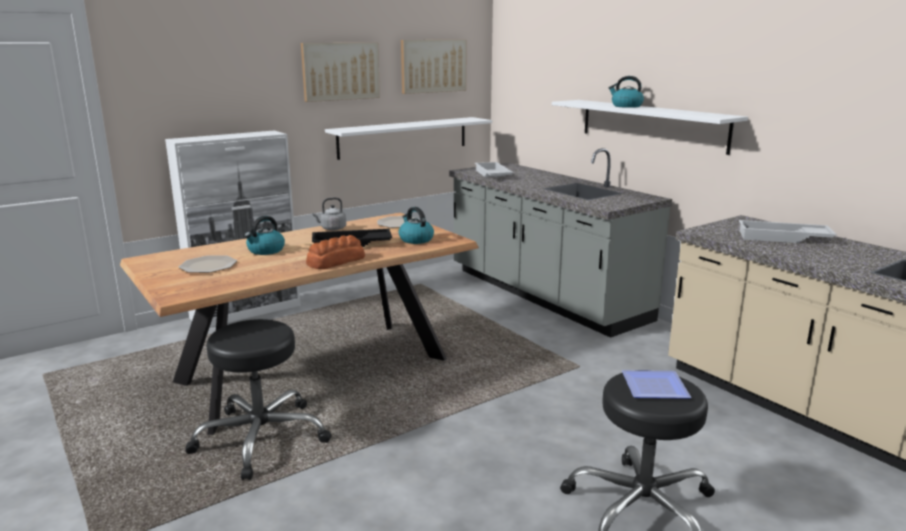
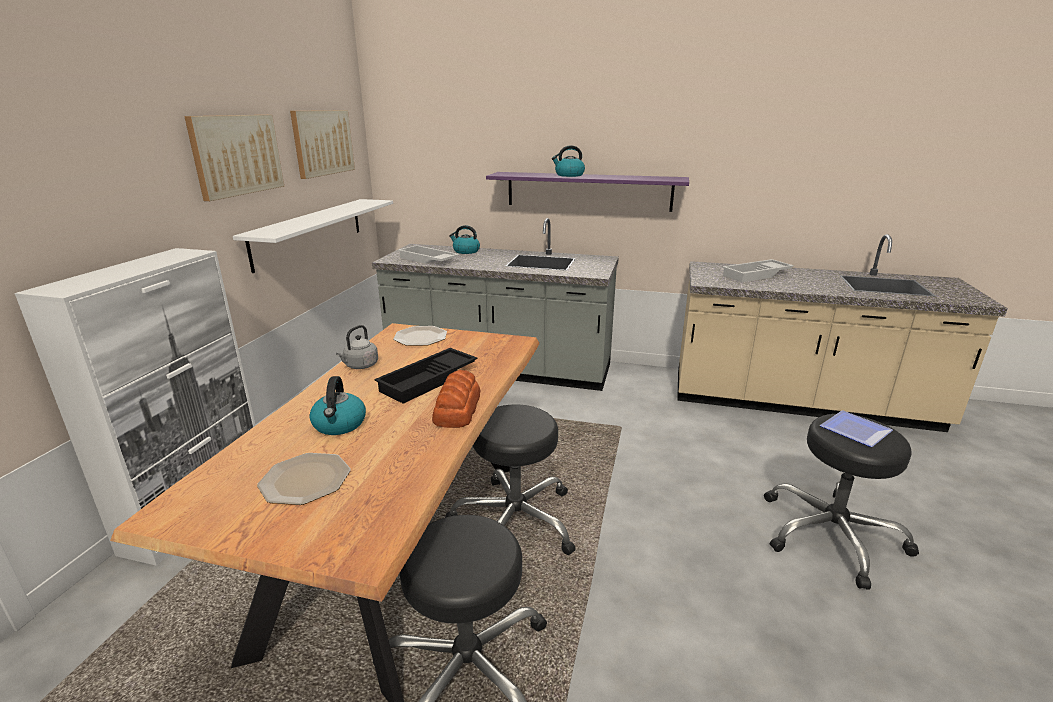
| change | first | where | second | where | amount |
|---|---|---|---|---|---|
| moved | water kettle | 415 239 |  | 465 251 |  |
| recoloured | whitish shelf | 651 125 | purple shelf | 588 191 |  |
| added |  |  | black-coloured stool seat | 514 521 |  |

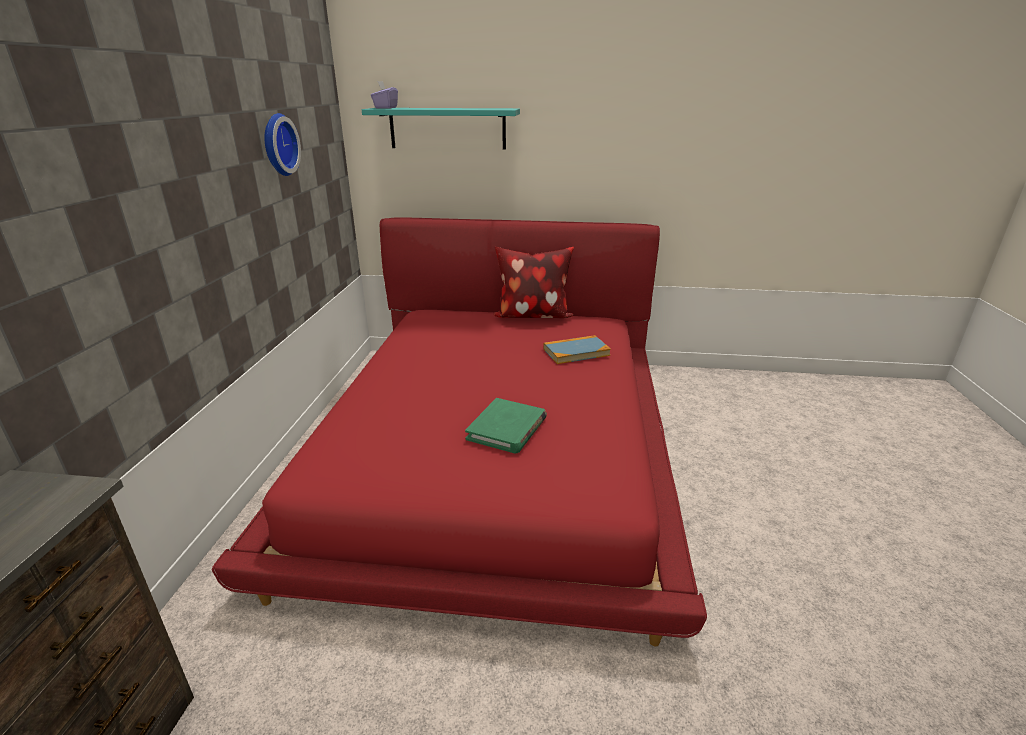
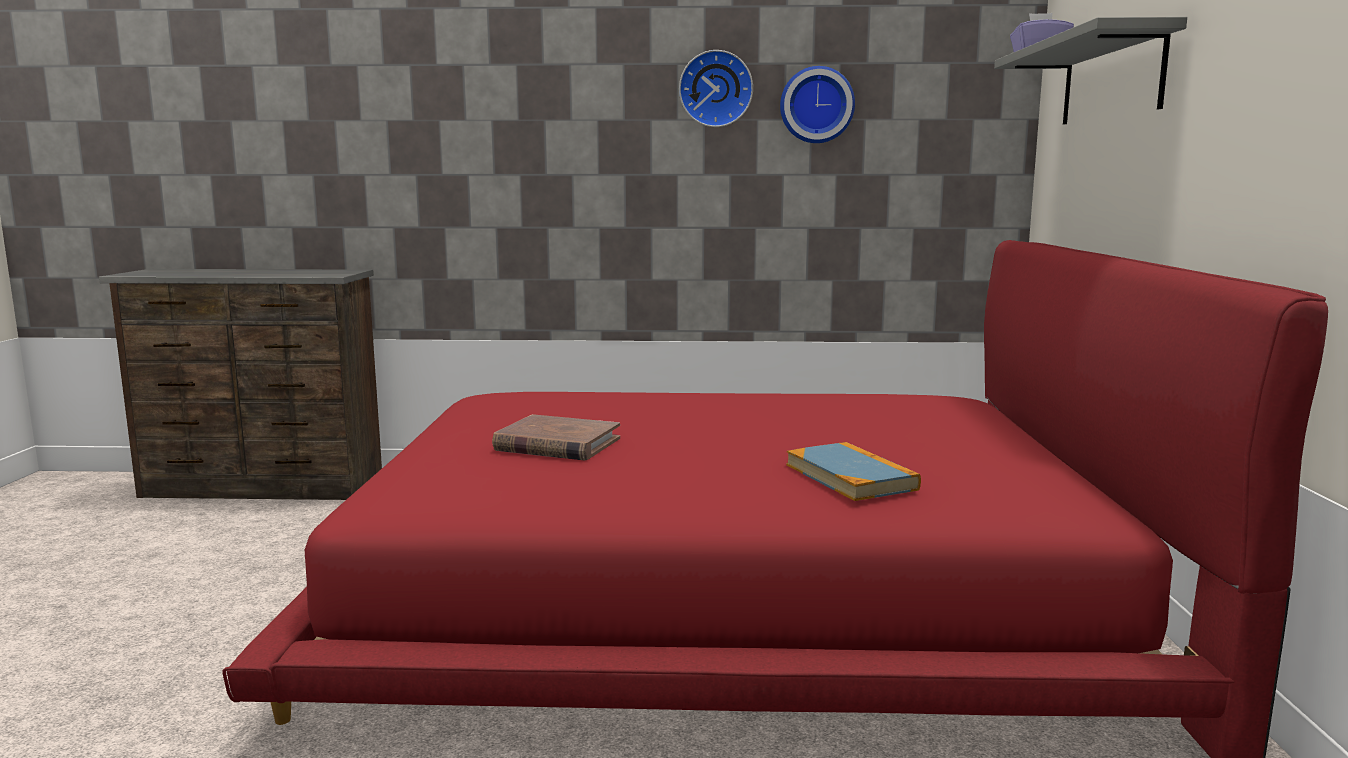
| change | first | where | second | where | amount |
|---|---|---|---|---|---|
| recoloured | turquoise-coloured shelf | 447 128 | gray shelf | 1111 79 |  |
| recoloured | green-coloured volume | 507 429 | brownish volume | 557 444 |  |
| removed | cushion | 532 316 |  |  |  |
| added |  |  | wall clock | 715 89 |  |

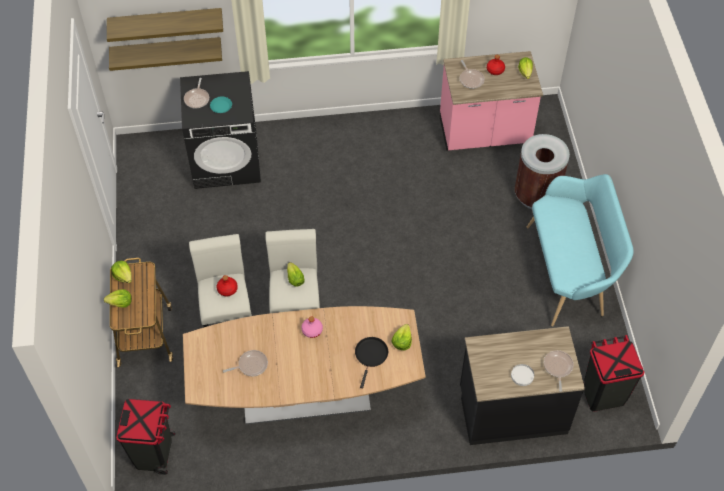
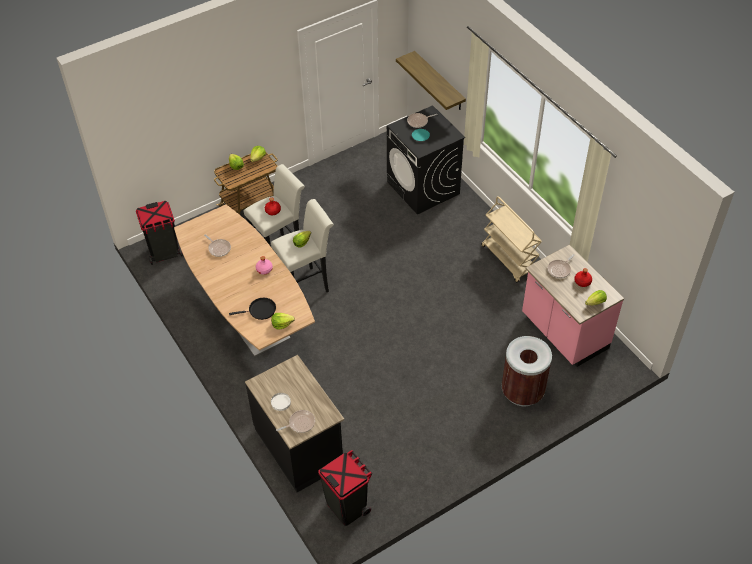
| change | first | where | second | where | amount |
|---|---|---|---|---|---|
| removed | shelf | 166 21 |  |  |  |
| removed | turquoise-coloured indoor bench | 570 272 |  |  |  |
| added |  |  | sand-coloured trolley | 509 259 |  |

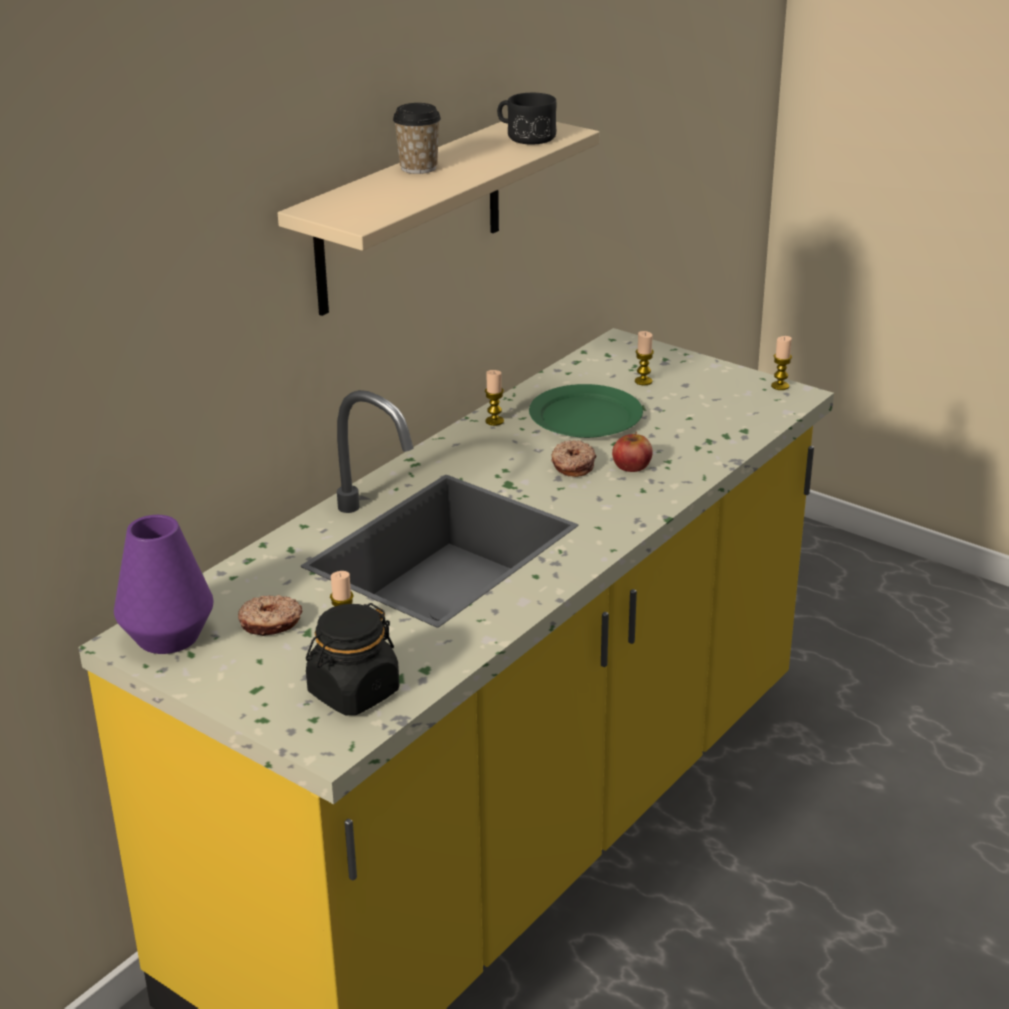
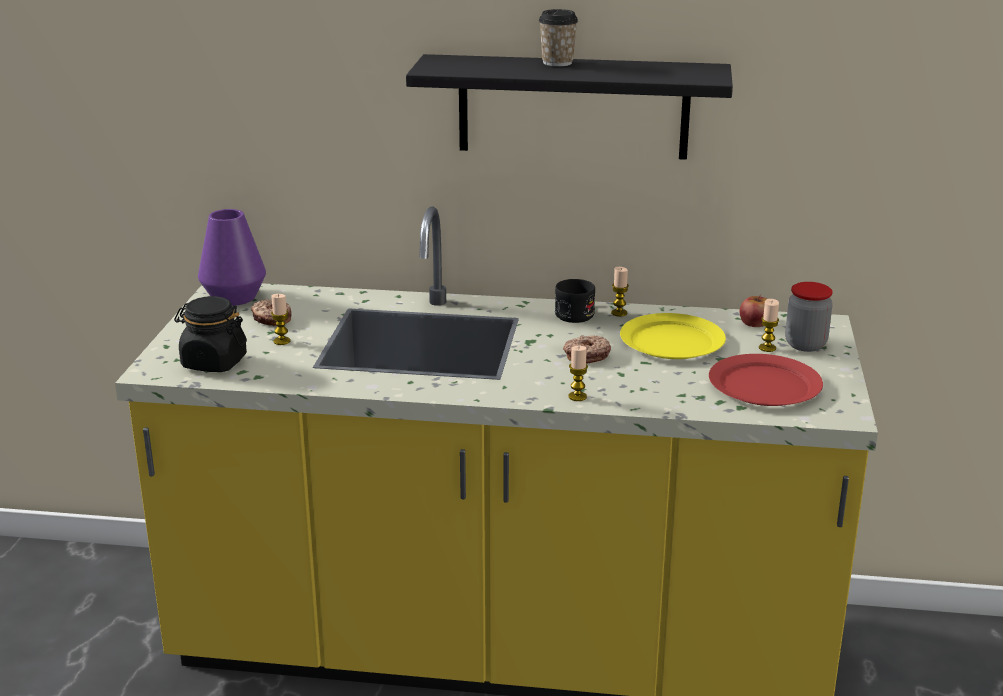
| change | first | where | second | where | amount |
|---|---|---|---|---|---|
| recoloured | sand-coloured shelf | 410 215 | black-coloured shelf | 573 107 |  |
| moved | black-coloured tea mug | 524 136 |  | 575 312 |  |
| recoloured | green-coloured plate | 586 417 | yellowish plate | 672 342 |  |
| moved | whole apple | 631 465 |  | 755 322 |  |
| moved | candle | 780 386 |  | 577 397 |  |
| added |  |  | red-coloured plate | 763 385 |  |
| added |  |  | preserve jar | 805 345 |  |

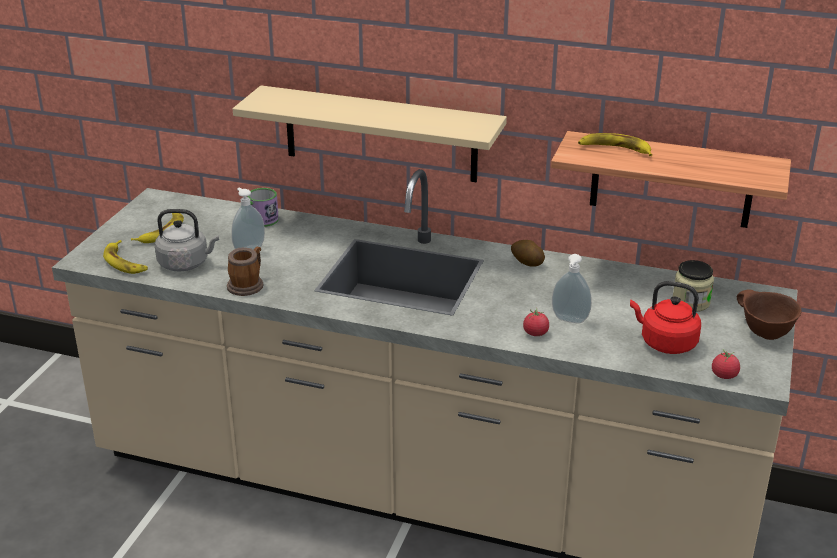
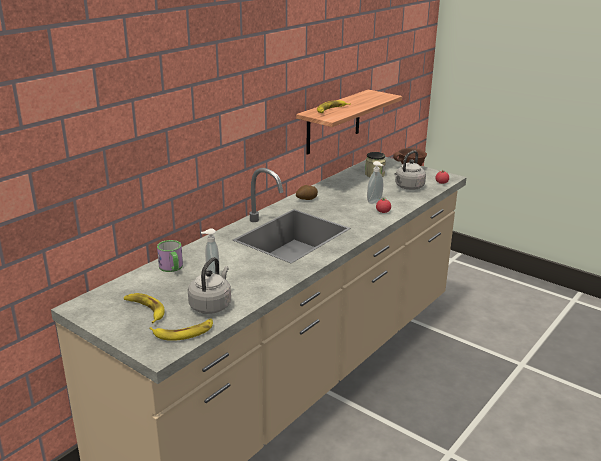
| change | first | where | second | where | amount |
|---|---|---|---|---|---|
| removed | tea mug | 248 284 |  |  |  |
| removed | sand-coloured shelf | 380 134 |  |  |  |
| recoloured | red-coloured water kettle | 665 343 | gray water kettle | 408 187 |  |

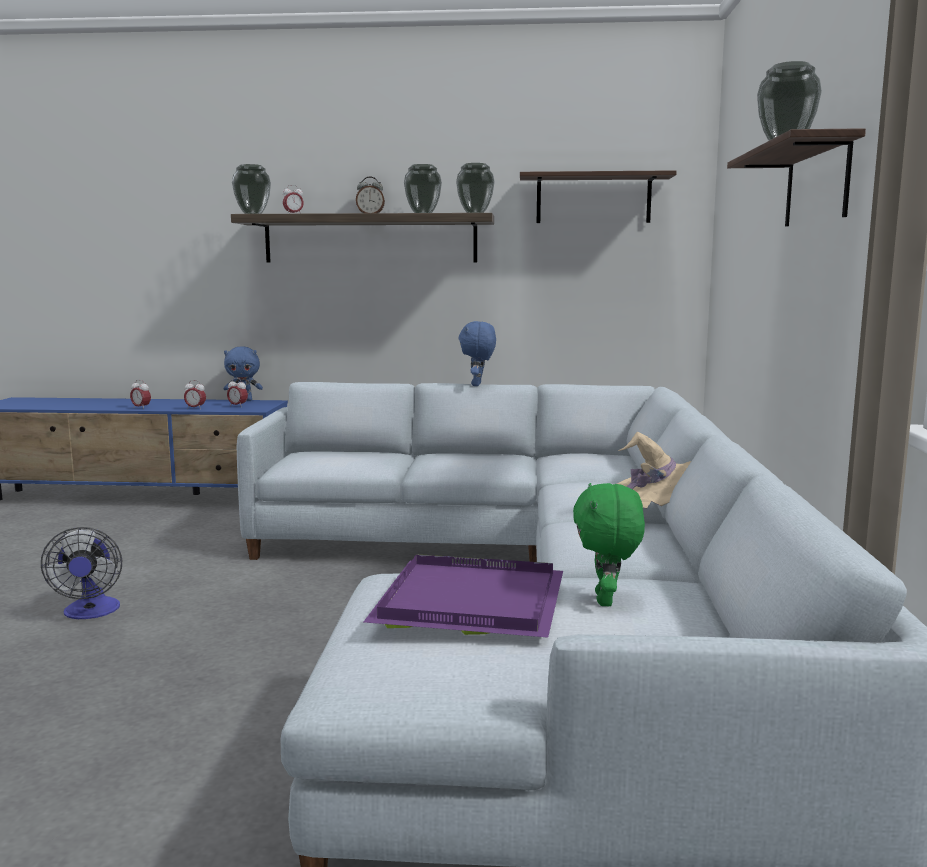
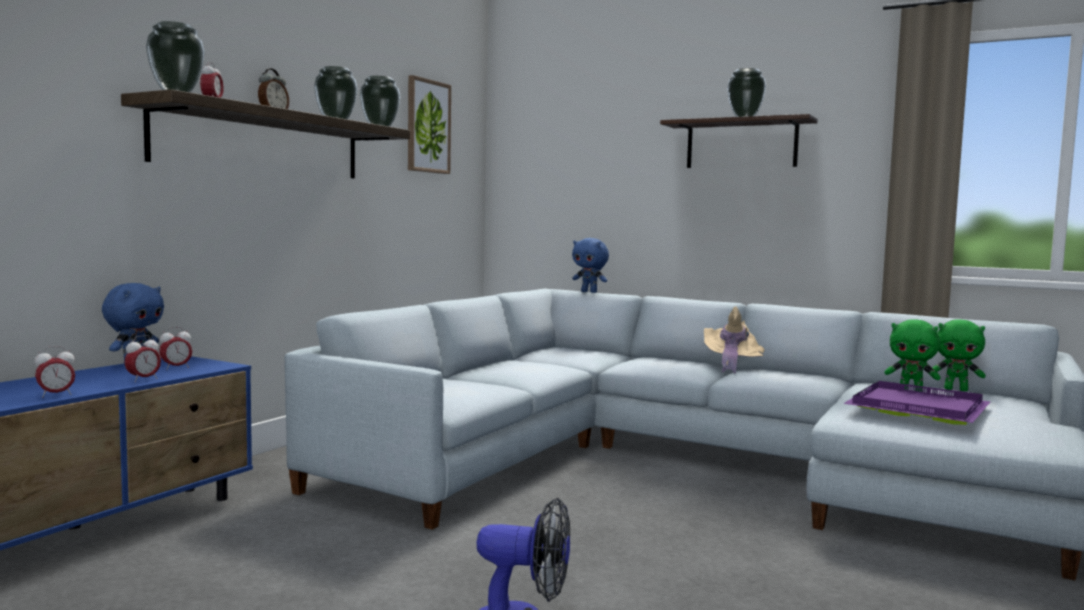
| change | first | where | second | where | amount |
|---|---|---|---|---|---|
| moved | blue plush toy | 478 385 |  | 589 292 |  |
| replaced | shelf | 593 199 | wall art | 427 126 |  |
| added |  |  | green-coloured plush toy | 956 389 |  |

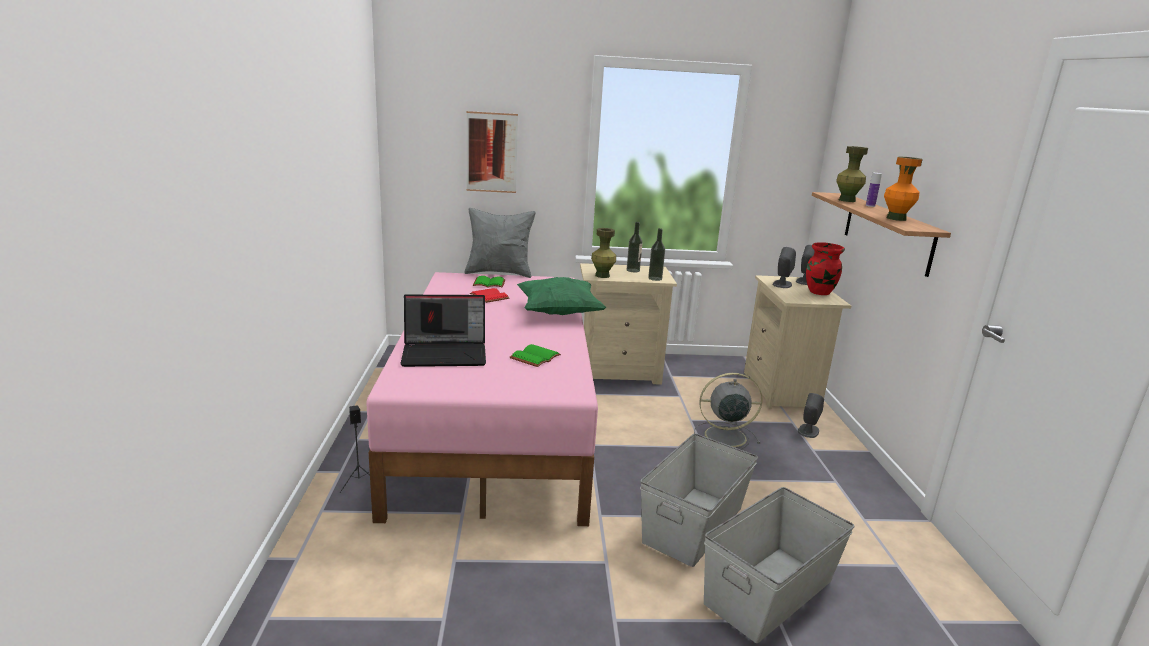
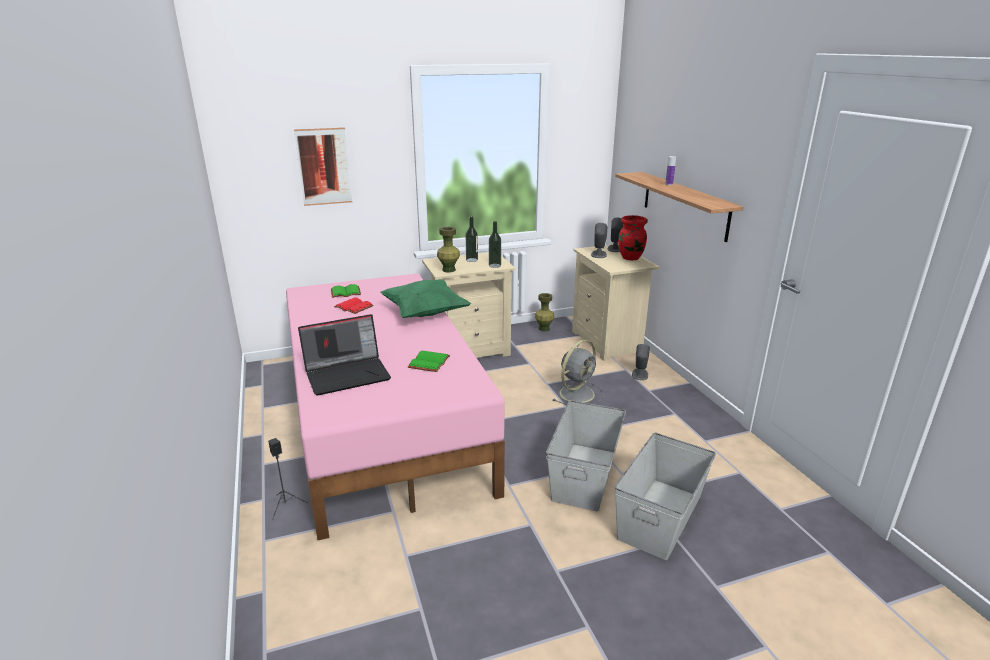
| change | first | where | second | where | amount |
|---|---|---|---|---|---|
| removed | gray cushion | 499 273 |  |  |  |
| turned | gray electric fan | 723 436 |  | 578 393 | 150 degrees clockwise |
| moved | green-coloured flower vase | 846 200 |  | 544 328 |  |
| removed | orange flower vase | 896 218 |  |  |  |

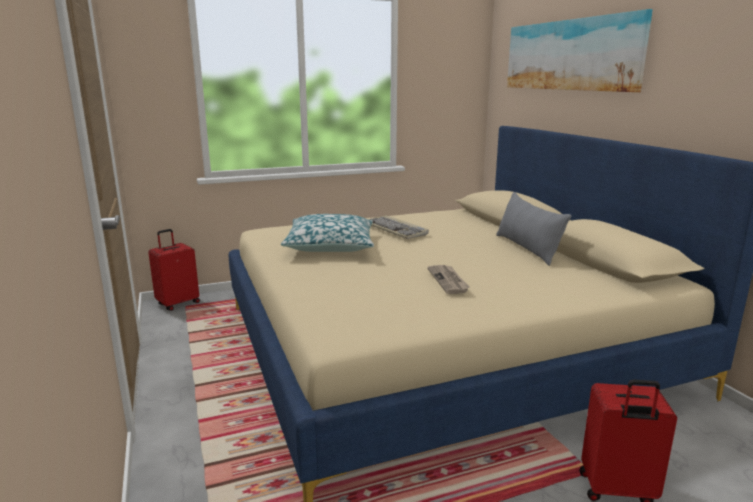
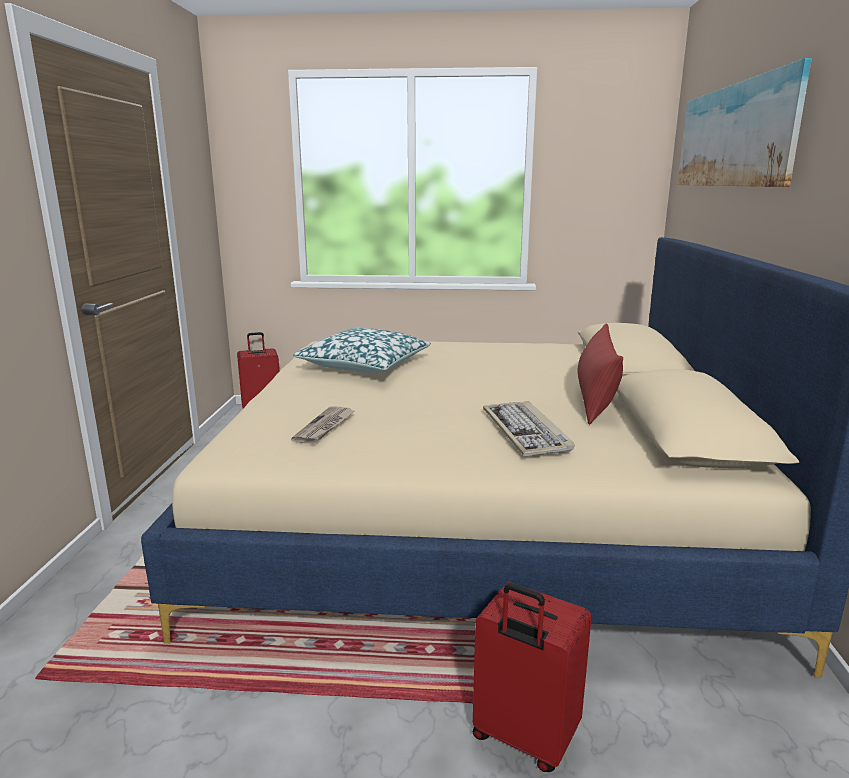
| change | first | where | second | where | amount |
|---|---|---|---|---|---|
| moved | PC keyboard | 395 230 |  | 526 432 |  |
| moved | printed paper | 448 281 |  | 325 427 |  |
| recoloured | gray cushion | 527 249 | red-coloured cushion | 595 400 |  |

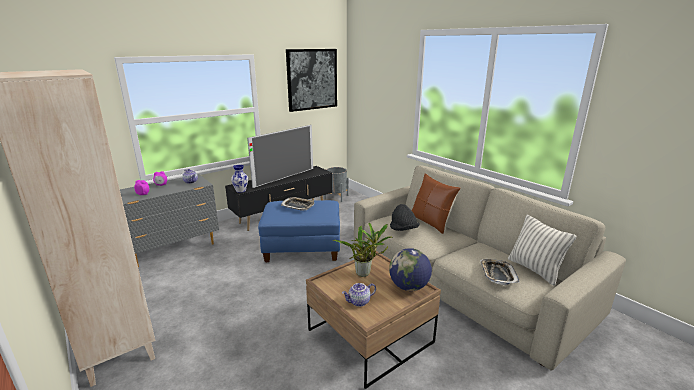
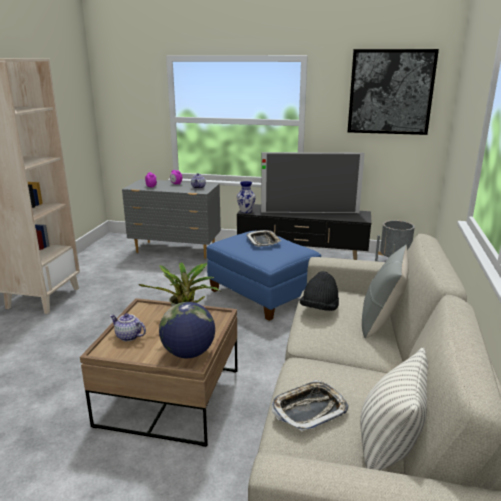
| change | first | where | second | where | amount |
|---|---|---|---|---|---|
| recoloured | brownish cushion | 431 222 | gray cushion | 381 321 |  |

